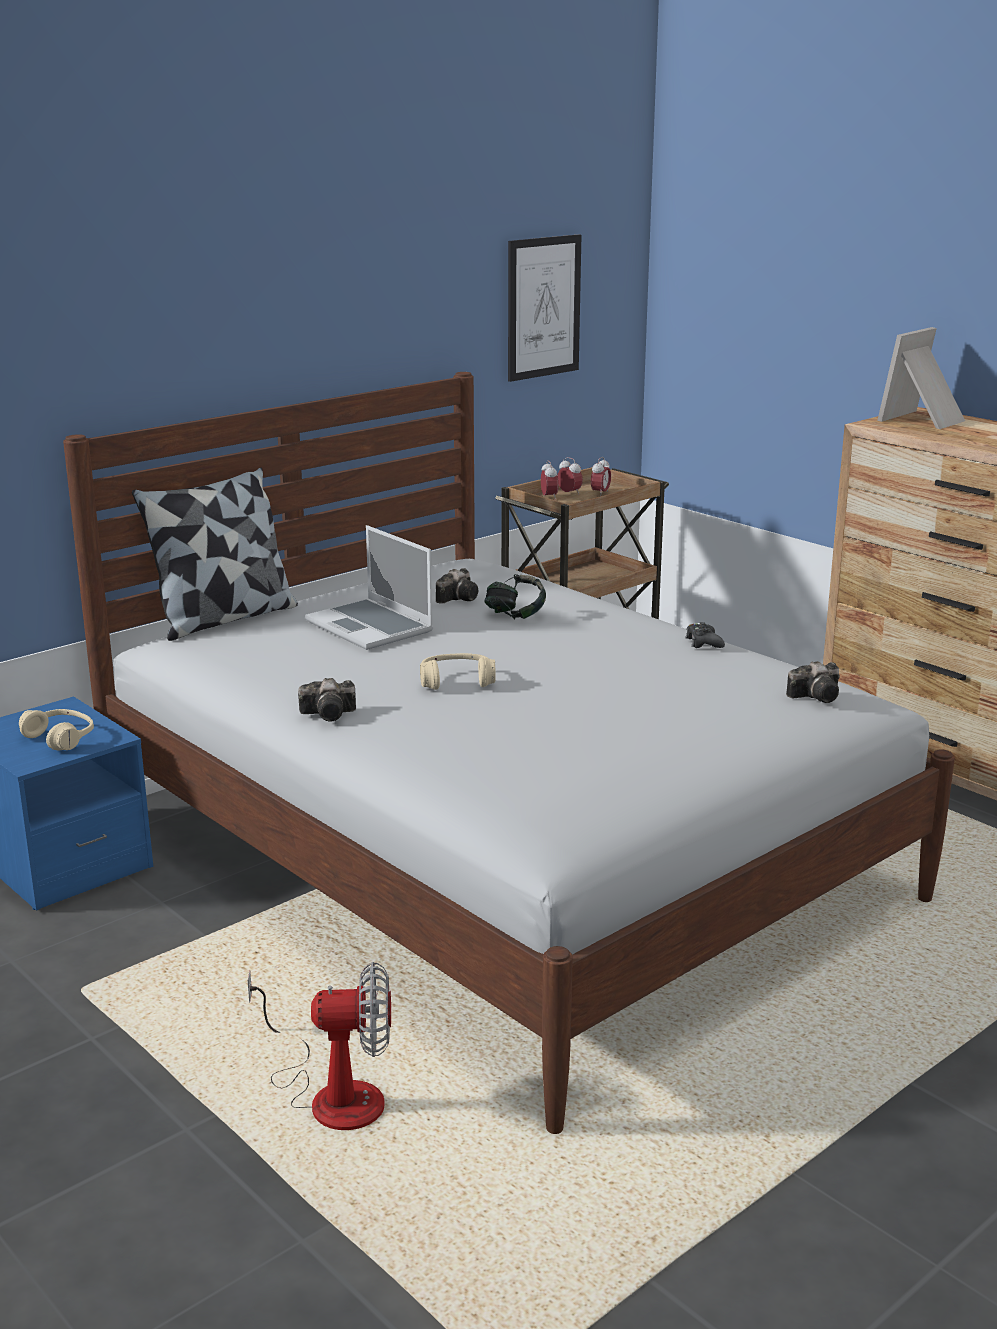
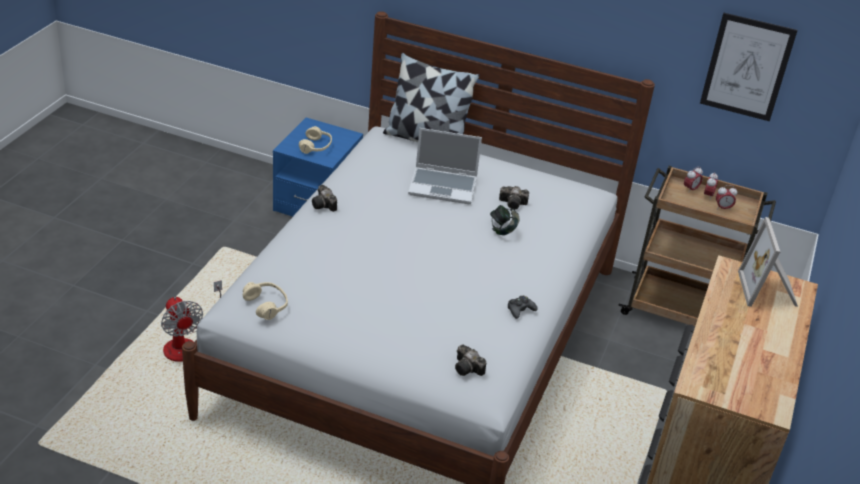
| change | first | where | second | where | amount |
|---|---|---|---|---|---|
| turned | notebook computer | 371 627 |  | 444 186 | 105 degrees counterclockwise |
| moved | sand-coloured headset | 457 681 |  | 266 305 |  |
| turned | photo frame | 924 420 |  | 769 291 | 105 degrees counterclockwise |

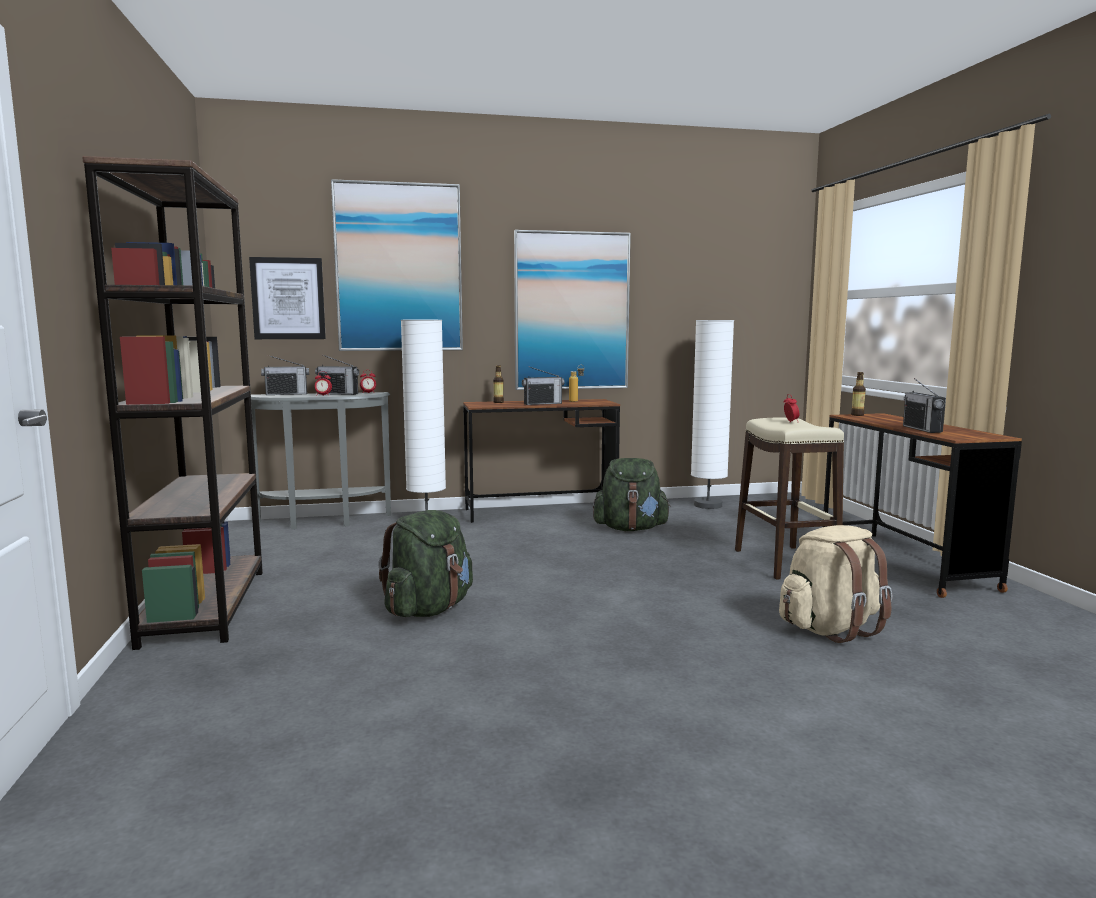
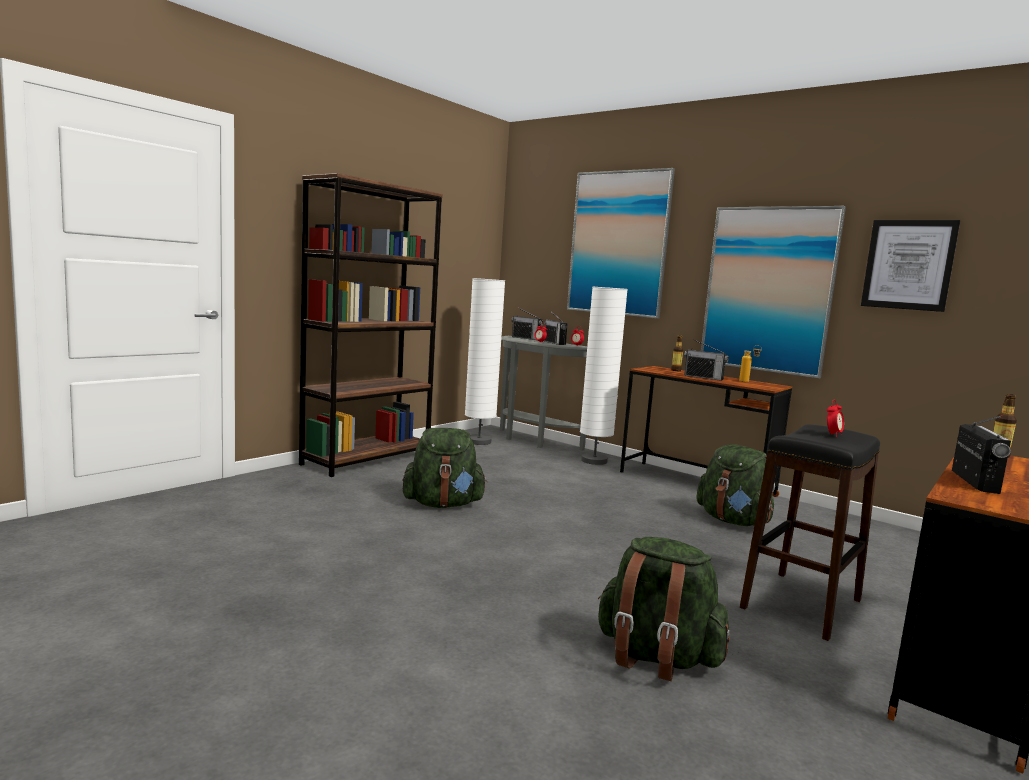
| change | first | where | second | where | amount |
|---|---|---|---|---|---|
| moved | wall art | 288 298 |  | 908 265 |  |
| moved | whitish standing lamp | 708 505 |  | 479 442 |  |
| recoloured | sand-coloured stool seat | 784 562 | black-coloured stool seat | 801 603 |  |
| recoloured | sand-coloured rucksack | 831 629 | green-coloured rucksack | 656 657 |  |
| turned | radio set | 922 429 |  | 974 482 | 150 degrees clockwise |

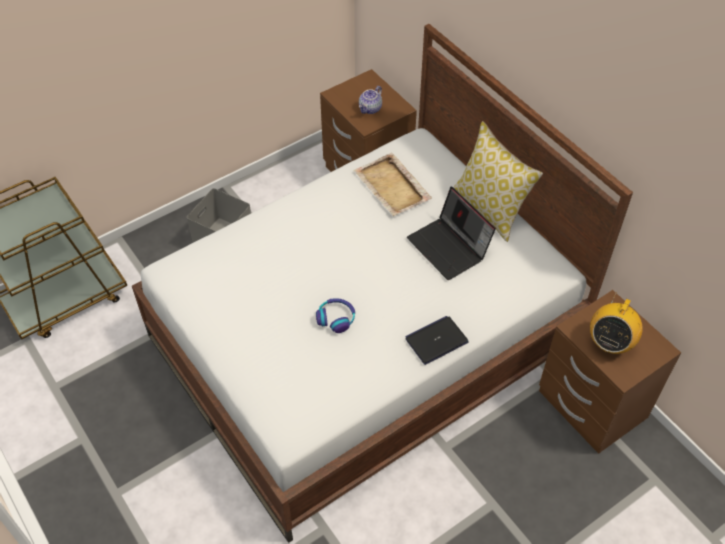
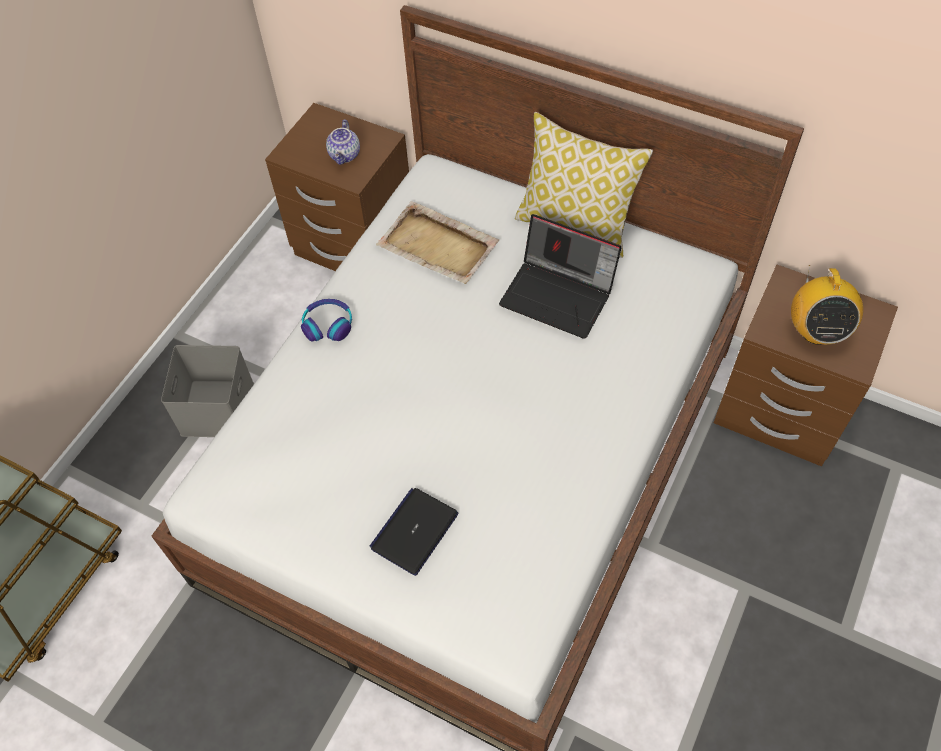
| change | first | where | second | where | amount |
|---|---|---|---|---|---|
| moved | headset | 336 318 |  | 328 325 |  |
| moved | notebook computer | 436 340 |  | 414 531 |  |

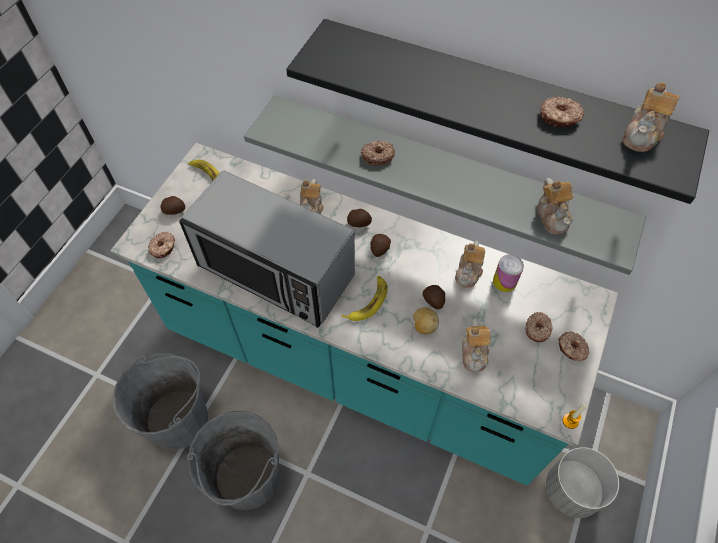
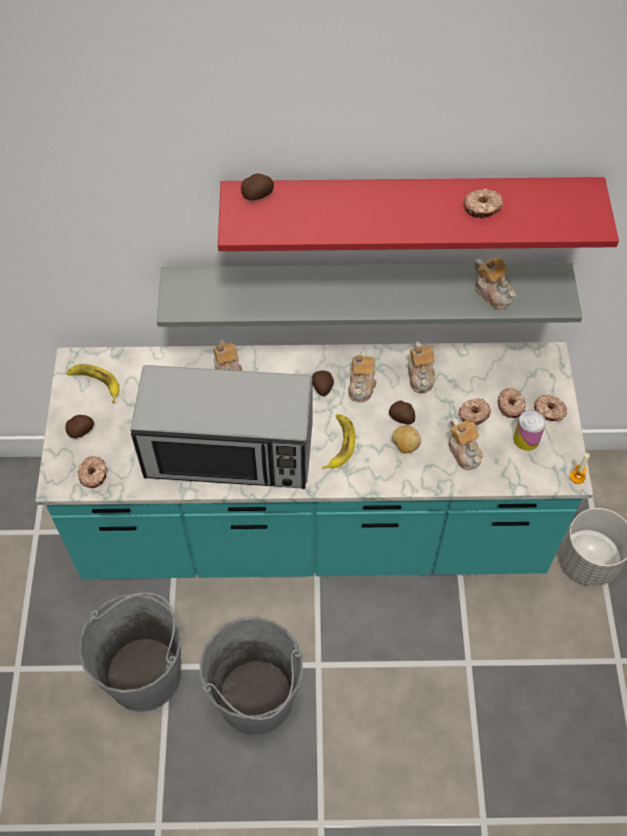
| change | first | where | second | where | amount |
|---|---|---|---|---|---|
| recoloured | black-coloured shelf | 495 101 | red-coloured shelf | 409 206 |  |
| moved | spud | 359 223 |  | 258 195 |  |
| moved | donut | 377 156 |  | 473 414 |  |
| moved | can | 504 281 |  | 526 439 |  |
| moved | teapot | 643 133 |  | 361 385 |  |

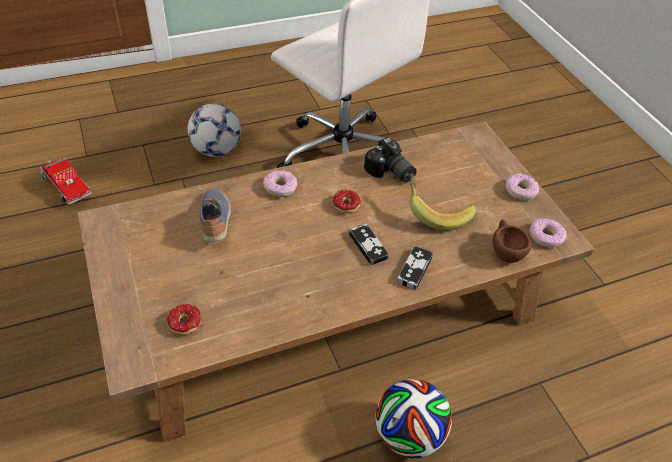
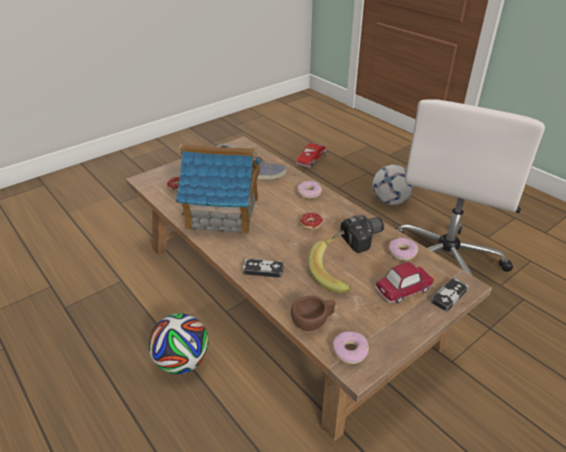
| change | first | where | second | where | amount |
|---|---|---|---|---|---|
| moved | joypad | 368 246 |  | 449 296 |  |
| turned | still camera | 390 172 |  | 364 239 | 150 degrees counterclockwise |
| moved | donut | 520 191 |  | 402 253 |  |
| added |  |  | toy house | 223 213 |  |
| added |  |  | toy car | 403 289 |  |

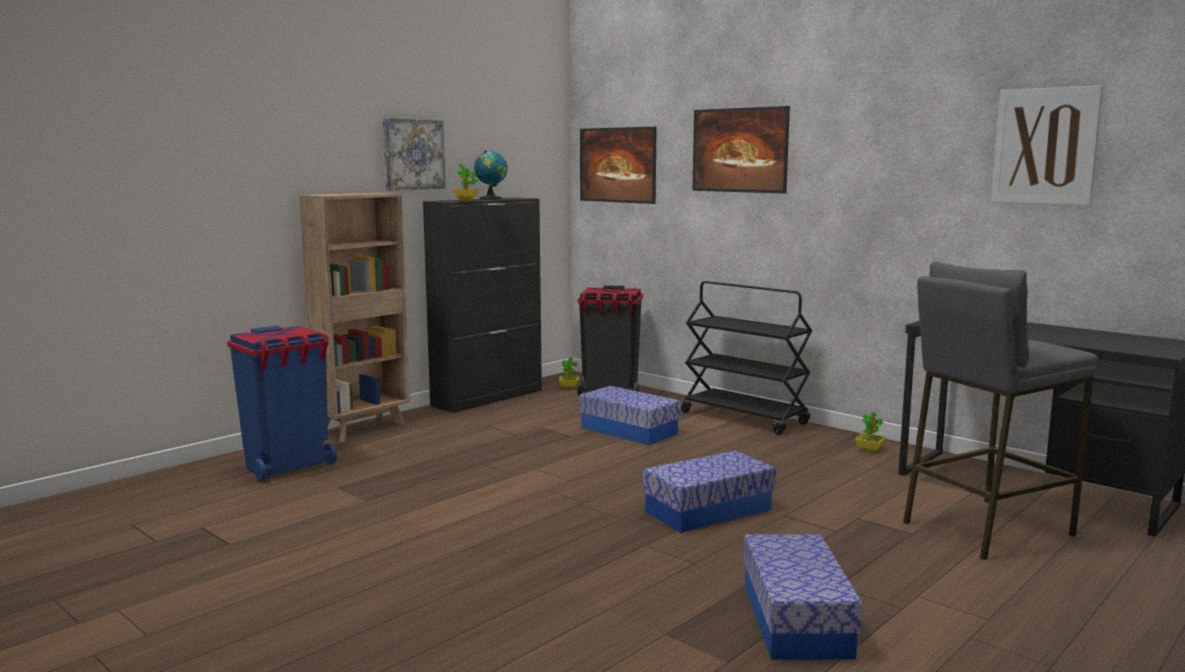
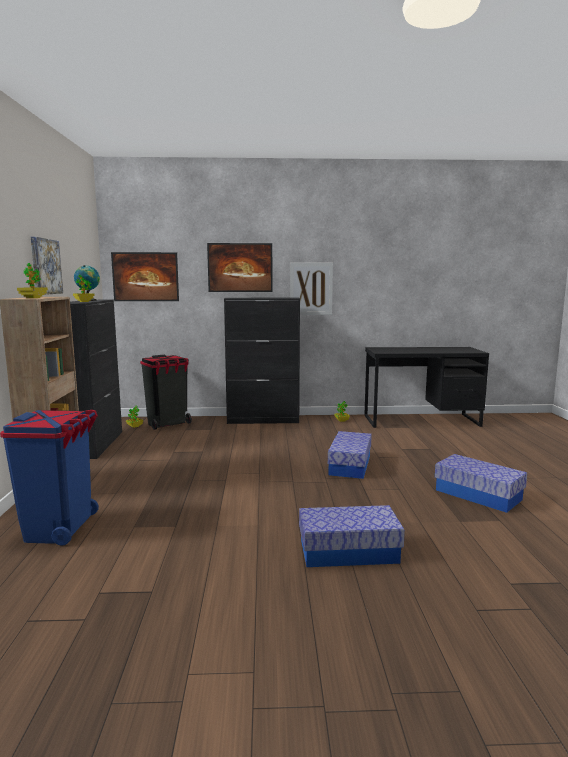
| change | first | where | second | where | amount |
|---|---|---|---|---|---|
| moved | storage box | 629 431 |  | 348 551 |  |
| replaced | black-coloured trolley | 745 418 | black-coloured cupboard | 263 420 |  |
| removed | gray stool seat | 985 528 |  |  |  |
| moved | wall art | 1045 146 |  | 311 289 |  |
| added |  |  | plant in a pot | 33 298 |  |

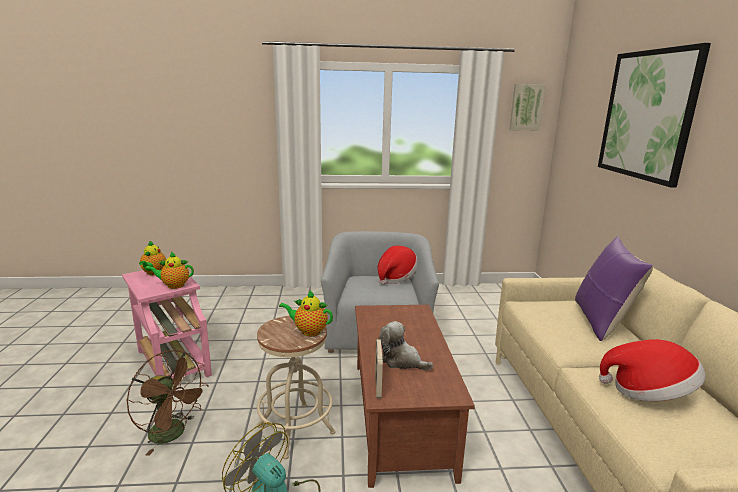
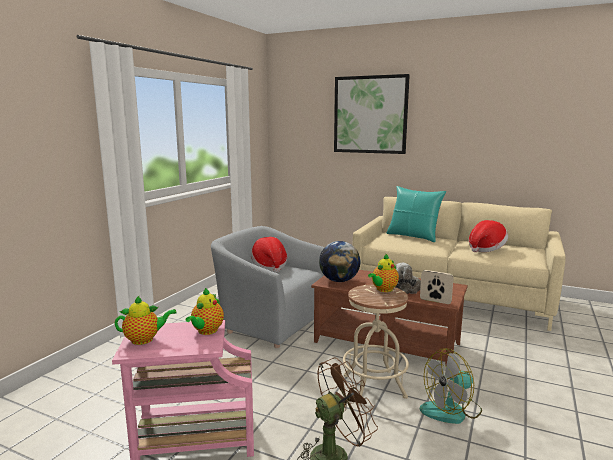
| change | first | where | second | where | amount |
|---|---|---|---|---|---|
| turned | teapot | 153 273 |  | 145 339 | 45 degrees counterclockwise |
| removed | wall art | 526 107 |  |  |  |
| recoloured | purple cushion | 601 321 | turquoise-coloured cushion | 413 236 |  |
| added |  |  | desk globe | 339 280 |  |

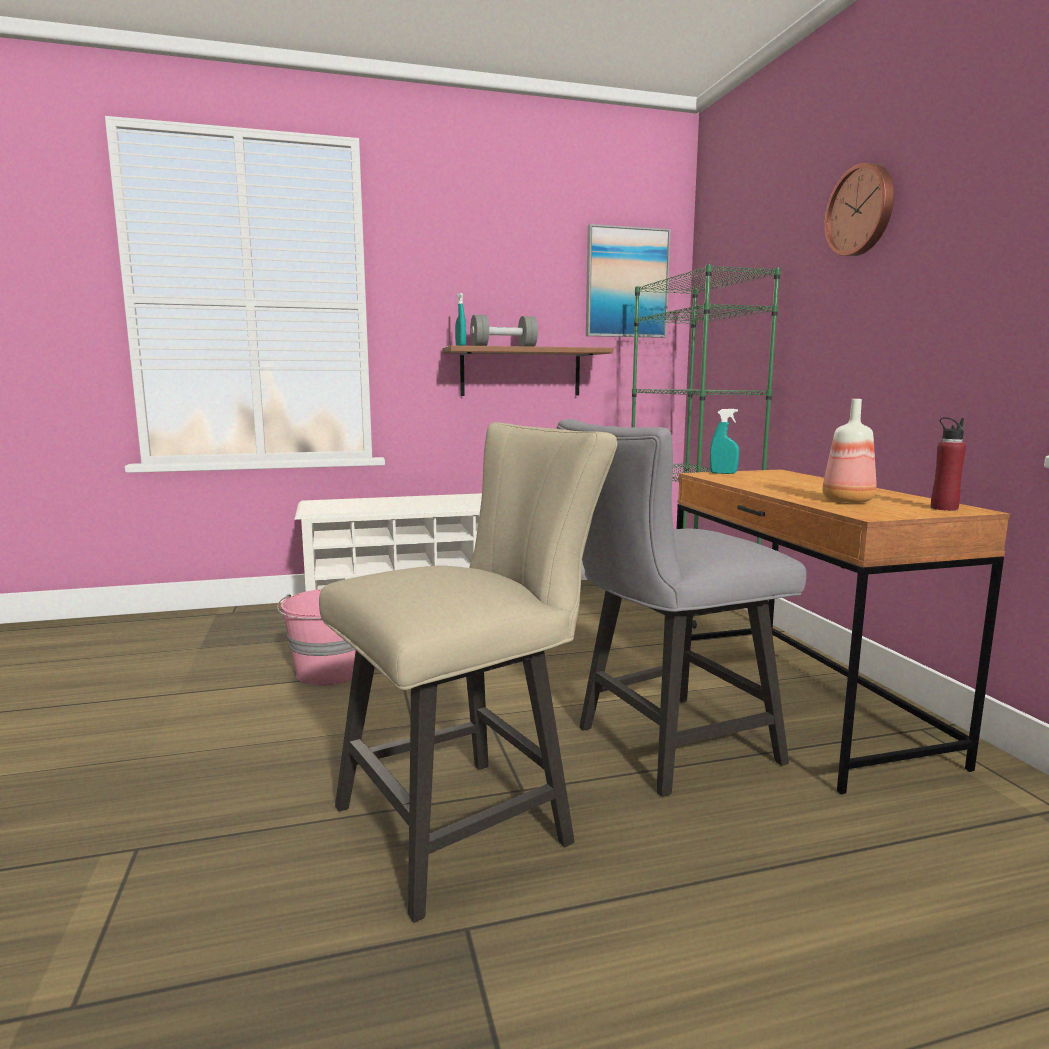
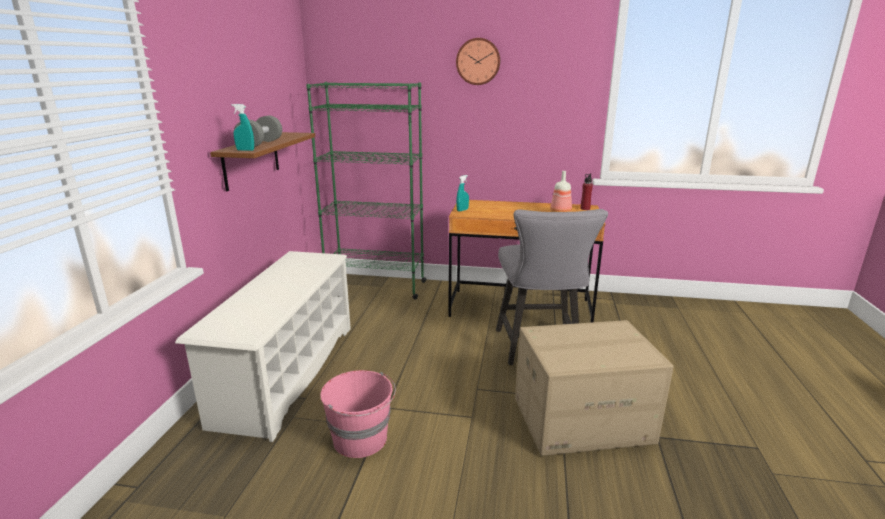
| change | first | where | second | where | amount |
|---|---|---|---|---|---|
| replaced | sand-coloured chair | 468 821 | carton | 582 419 |  |
| removed | wall art | 626 283 |  |  |  |

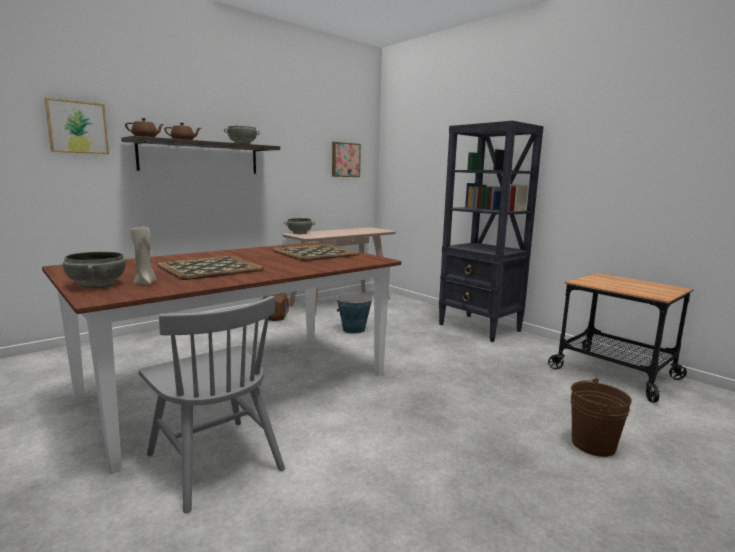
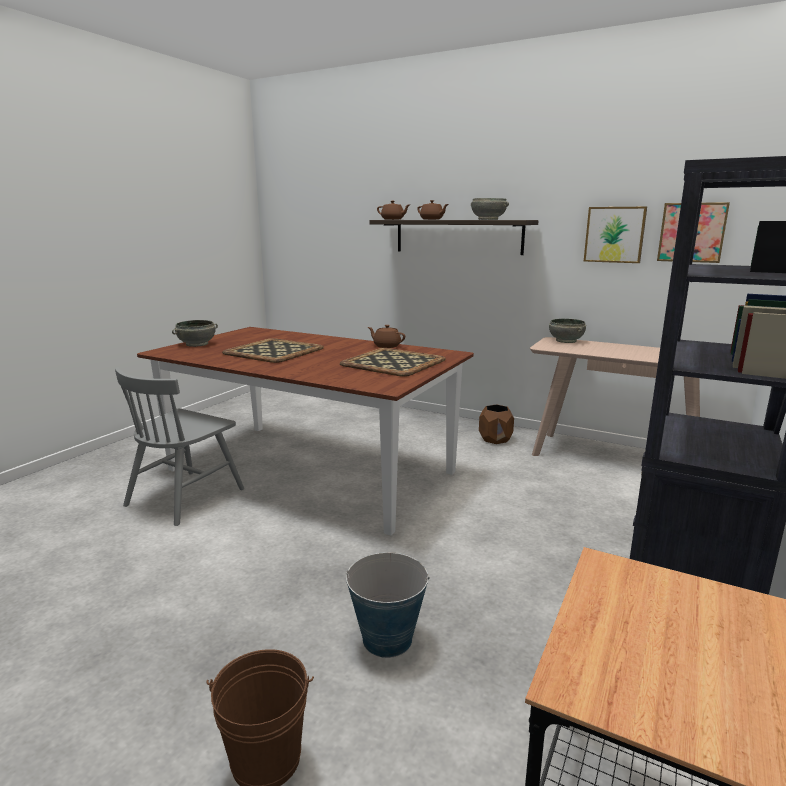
| change | first | where | second | where | amount |
|---|---|---|---|---|---|
| moved | wall art | 77 127 |  | 614 234 |  |
| removed | sand-coloured candle | 145 283 |  |  |  |
| moved | pail | 353 330 |  | 387 639 |  |
| added |  |  | brownish teapot | 386 346 |  |

